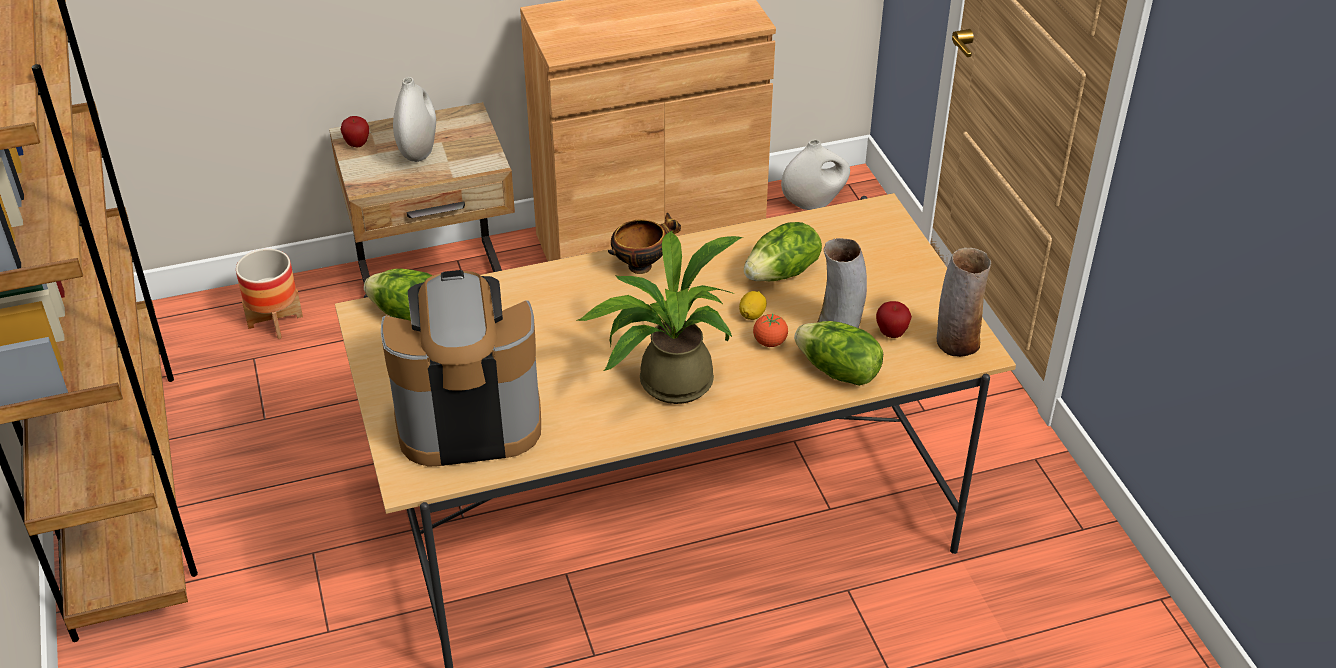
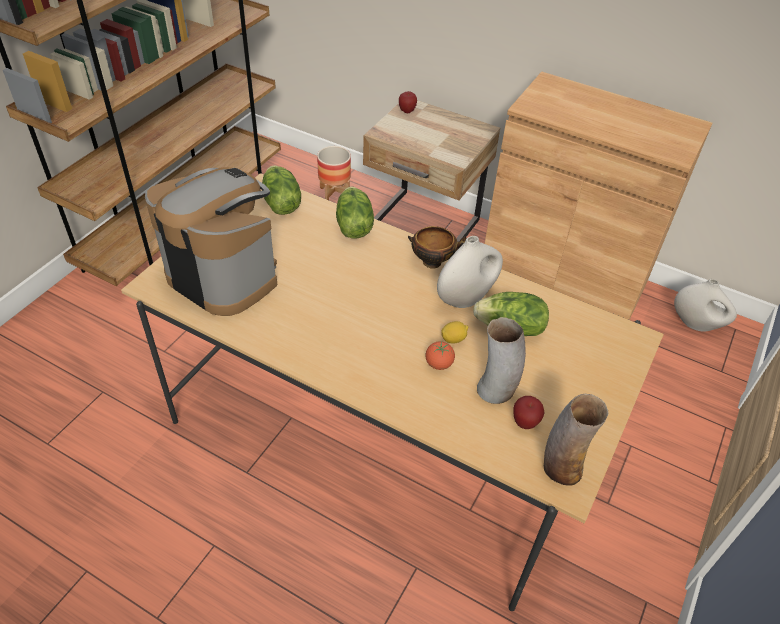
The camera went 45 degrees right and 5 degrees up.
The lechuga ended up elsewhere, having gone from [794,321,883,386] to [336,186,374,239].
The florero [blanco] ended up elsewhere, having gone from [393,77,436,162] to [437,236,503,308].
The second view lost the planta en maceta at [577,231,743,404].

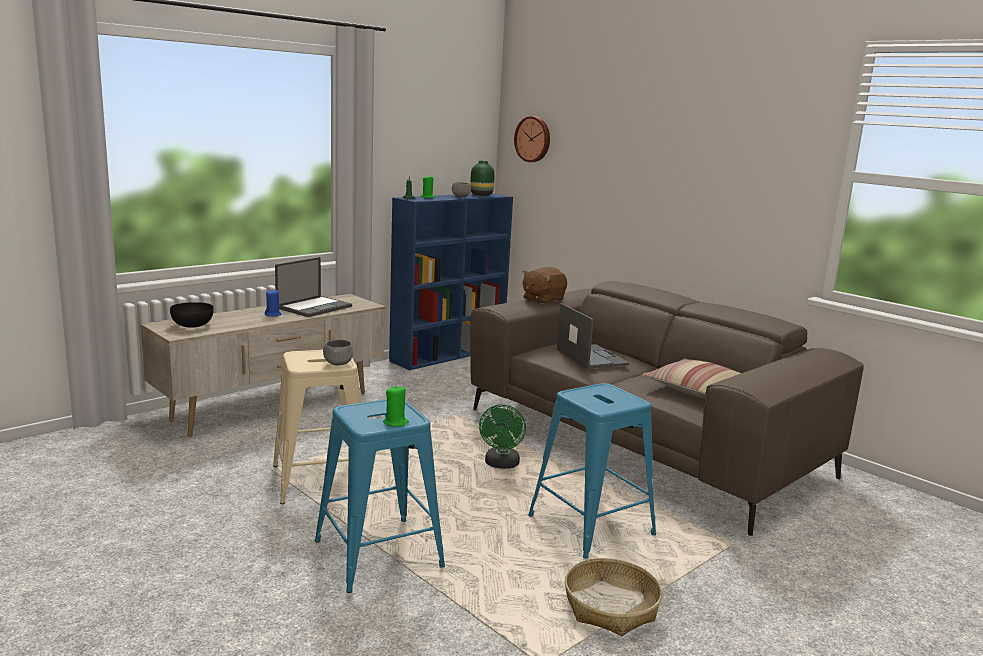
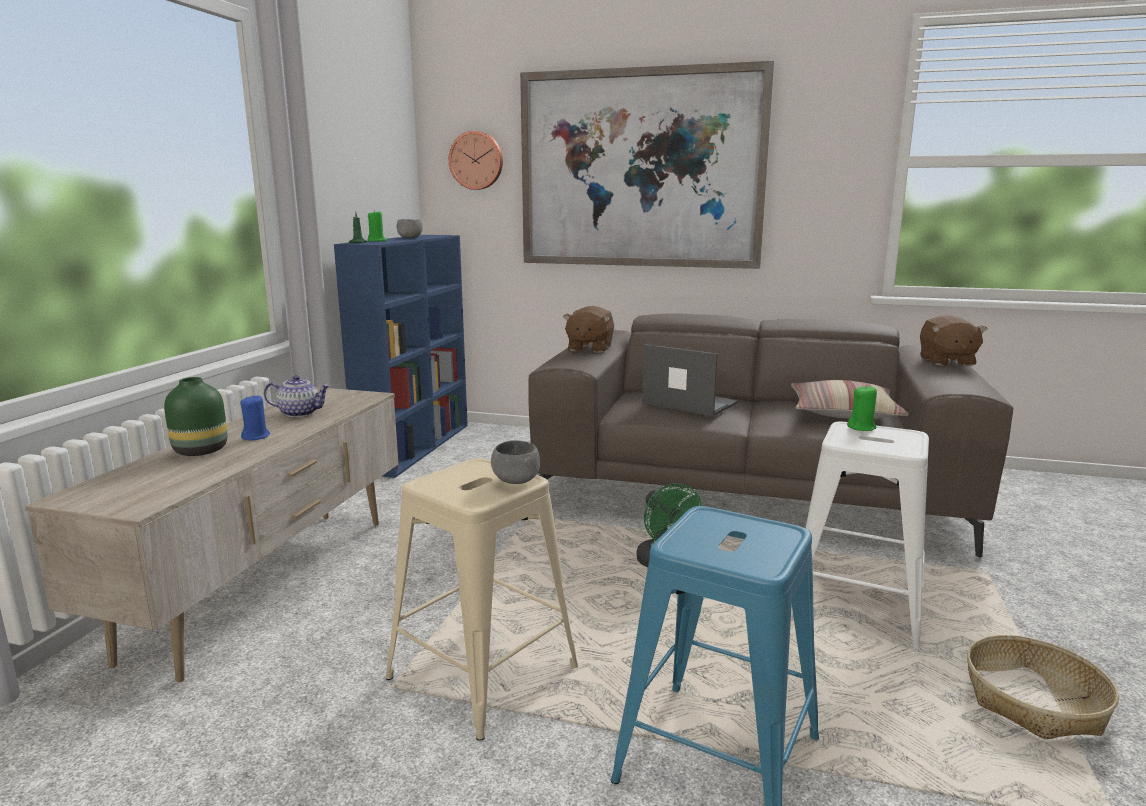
The camera went 30 degrees left and 0 degrees up.
The florero [verde] ended up elsewhere, having gone from [470,161,495,196] to [164,377,228,456].
Where the portátil stood at [275,257,352,317], the tetera came to stand at [264,375,330,417].
The second view gained the cuadro at [520,61,774,269].
What was the taburete [azul] at [528,383,656,559] turned into the taburete [blanco] at [791,422,929,649].
The vela [verde] ended up elsewhere, having gone from [383,385,409,427] to [847,385,877,431].
The second view gained the peluche [marrón] at [920,315,987,366].
The second view lost the cuenco [negro] at [170,302,214,328].

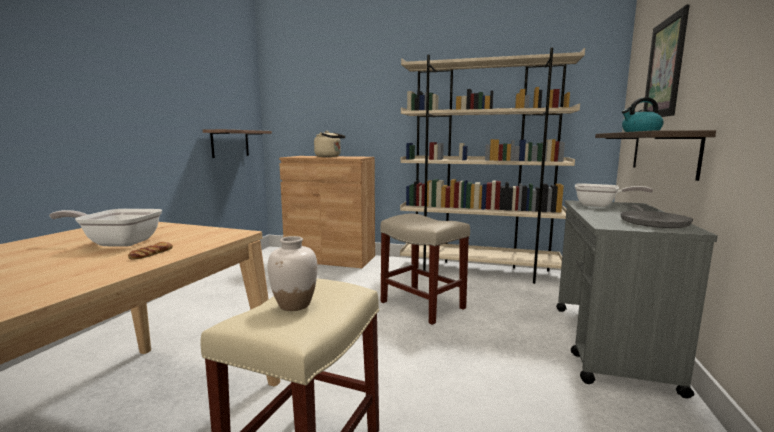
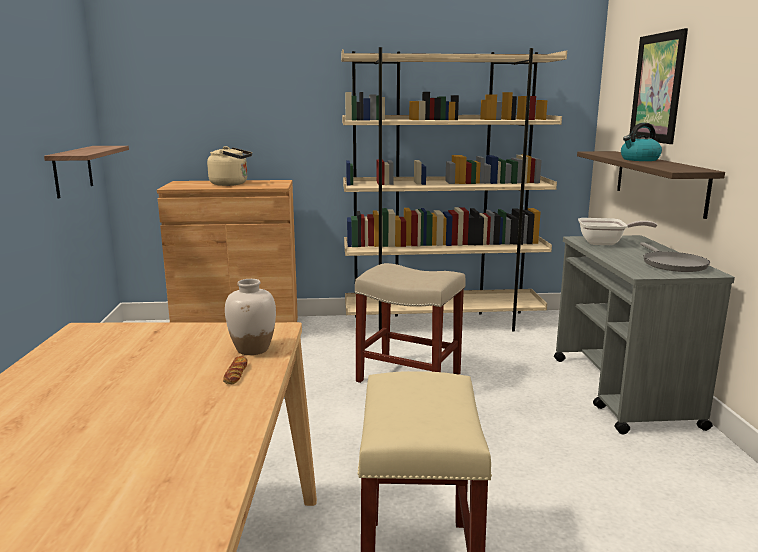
The camera went 20 degrees left and 5 degrees up.
The florero [blanco] ended up elsewhere, having gone from [268,236,318,311] to [225,279,276,355].
The second view lost the sartén at [49,209,162,247].

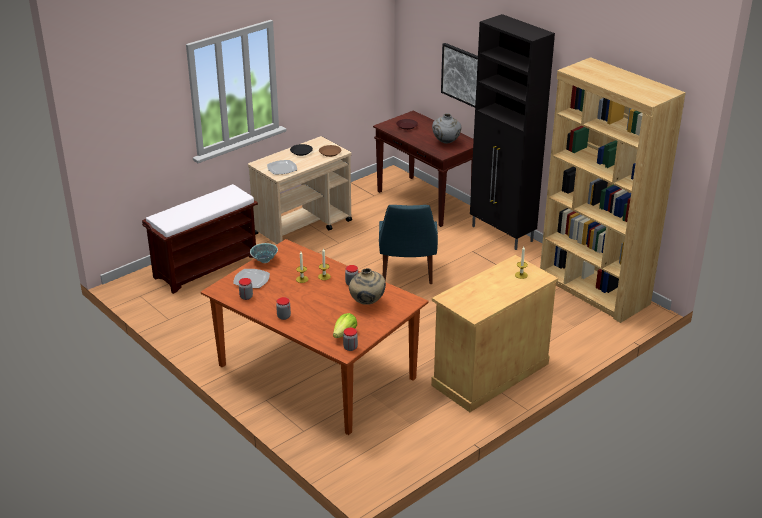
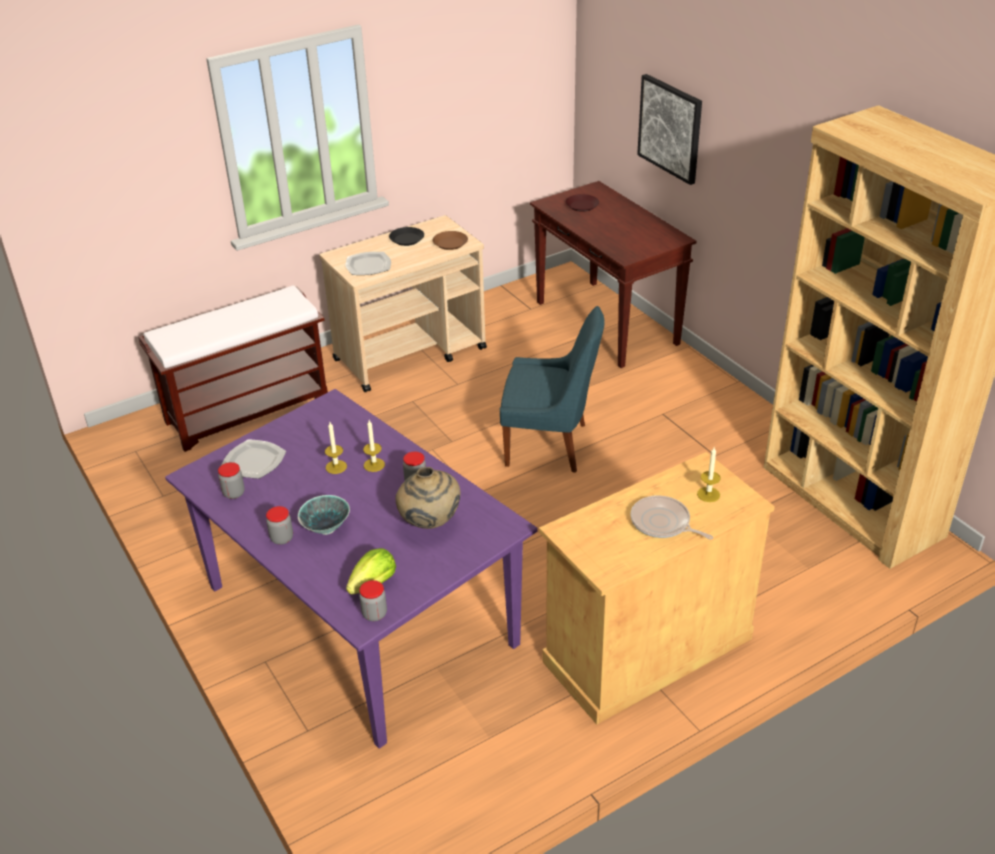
The camera went 10 degrees right and 5 degrees up.
What was the mesa de comedor [marrón] at [201,239,429,435] turned into the mesa de comedor [morado] at [165,389,538,748].
The cuenco ended up elsewhere, having gone from [250,243,278,263] to [298,495,350,535].
The silla [azul] at [379,205,438,284] ended up facing another way, 90 degrees counterclockwise from before.
The second view gained the sartén at [630,495,713,540].
The second view lost the florero [gris] at [432,113,461,144].
The second view lost the armario [negro] at [470,14,555,250].

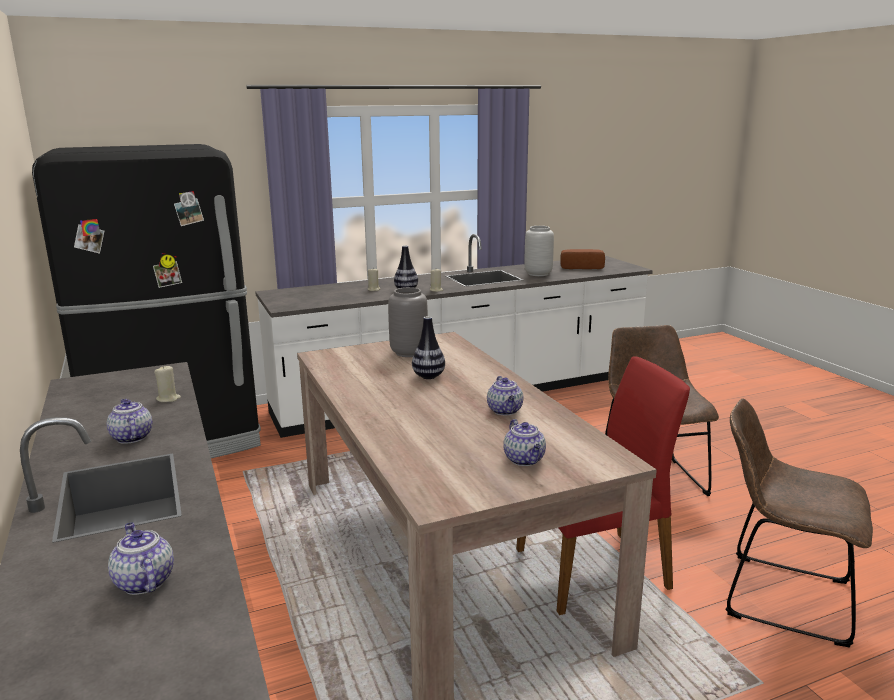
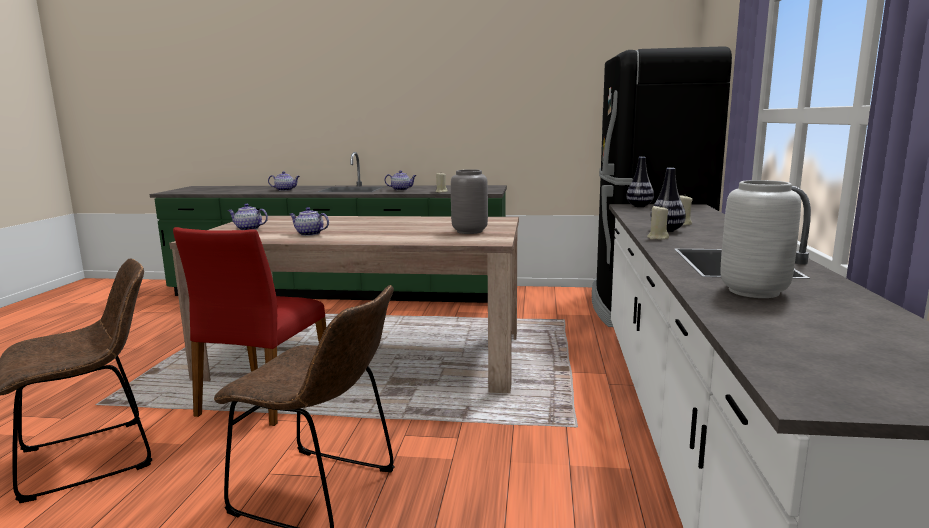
The camera went 120 degrees right and 5 degrees down.
The florero ended up elsewhere, having gone from [412,316,445,379] to [626,157,654,207].
The second view lost the pan at [560,249,605,269].

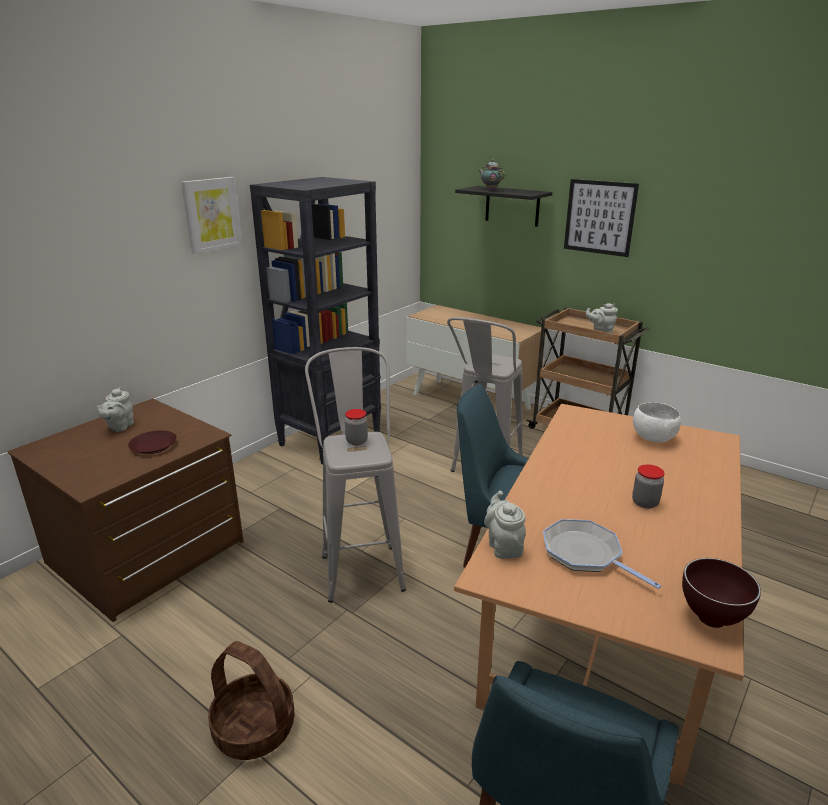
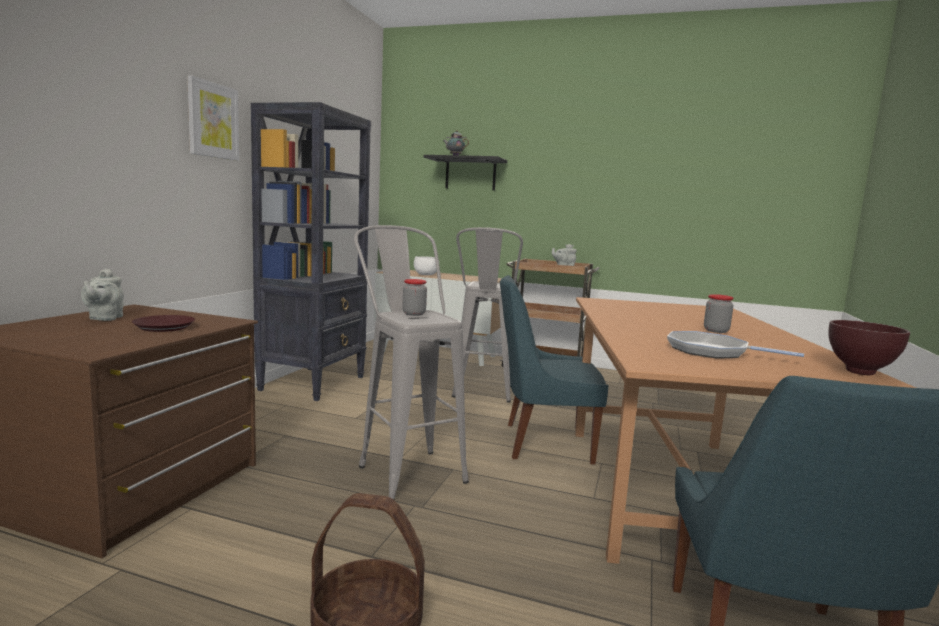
The camera went 20 degrees left and 15 degrees down.
The cuenco [blanco] ended up elsewhere, having gone from [633,402,681,442] to [414,256,437,275].
The second view lost the tetera [gris] at [484,490,526,559].
The second view lost the cuadro at [564,179,639,257].

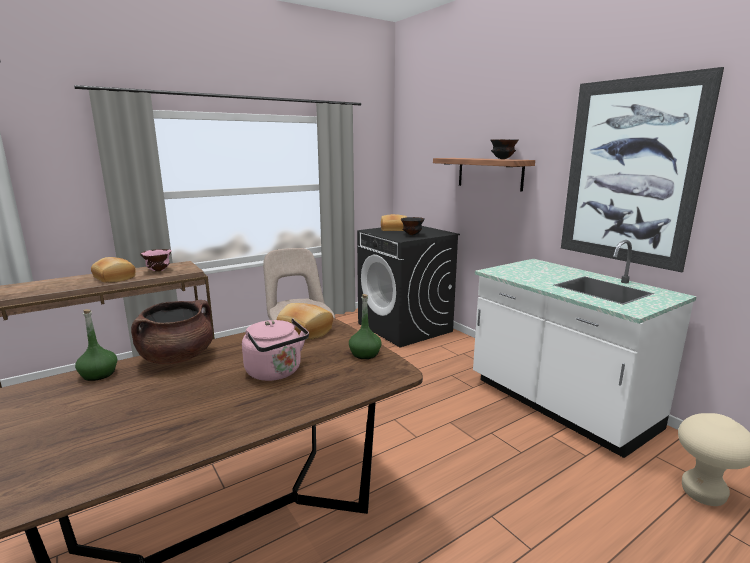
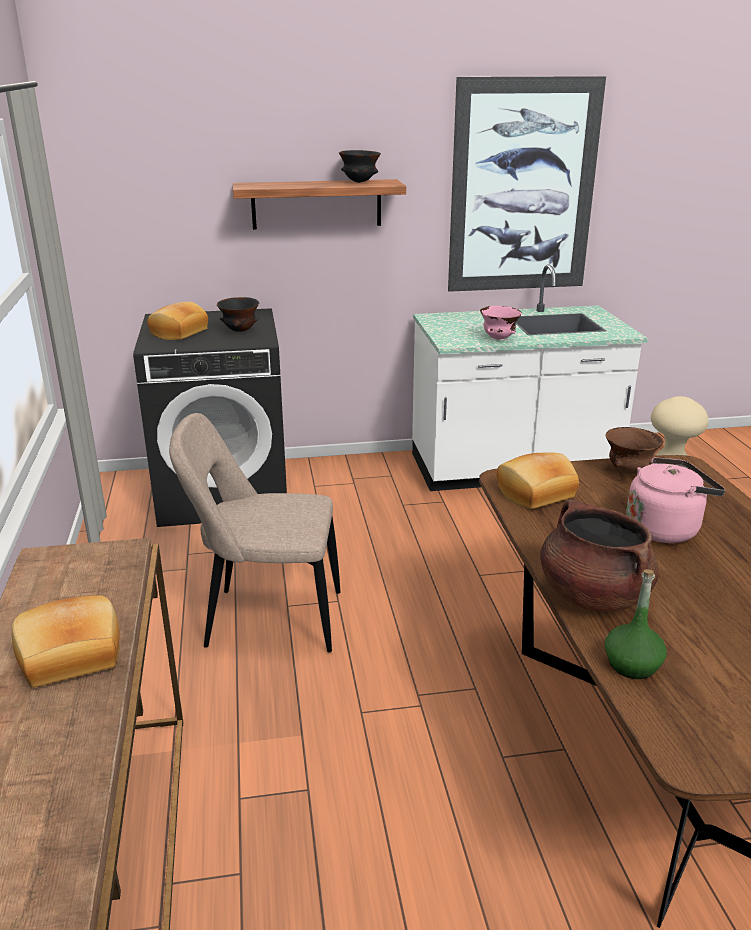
The camera went 65 degrees left and 10 degrees up.
The cuenco [rosa] ended up elsewhere, having gone from [140,249,172,272] to [480,306,522,340].
Where the botella [verde] stood at [349,294,382,359], the cuenco [marrón] came to stand at [606,427,664,474].

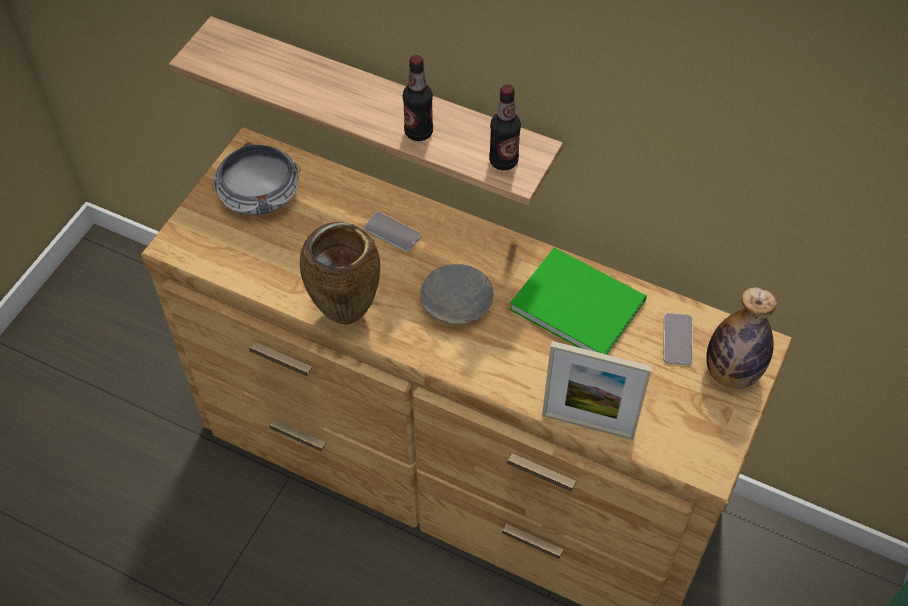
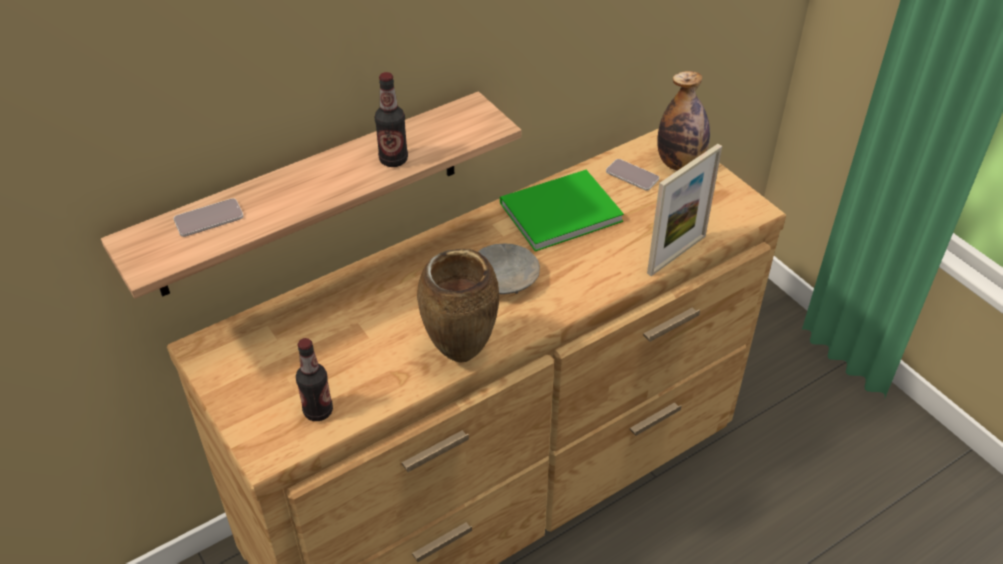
The camera went 60 degrees left and 10 degrees down.
The móvil ended up elsewhere, having gone from [364,212,421,252] to [174,198,243,237].
The botella ended up elsewhere, having gone from [489,85,521,170] to [296,338,333,421].
The second view lost the cuenco at [212,144,301,215].

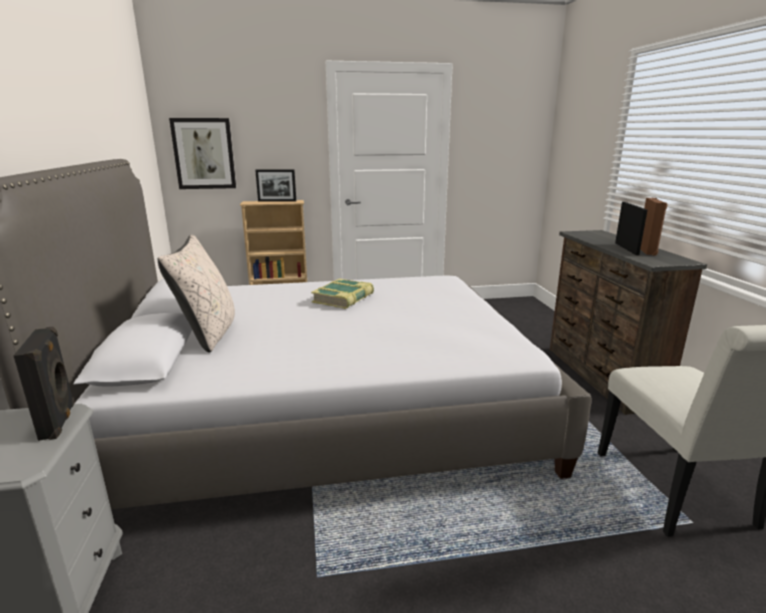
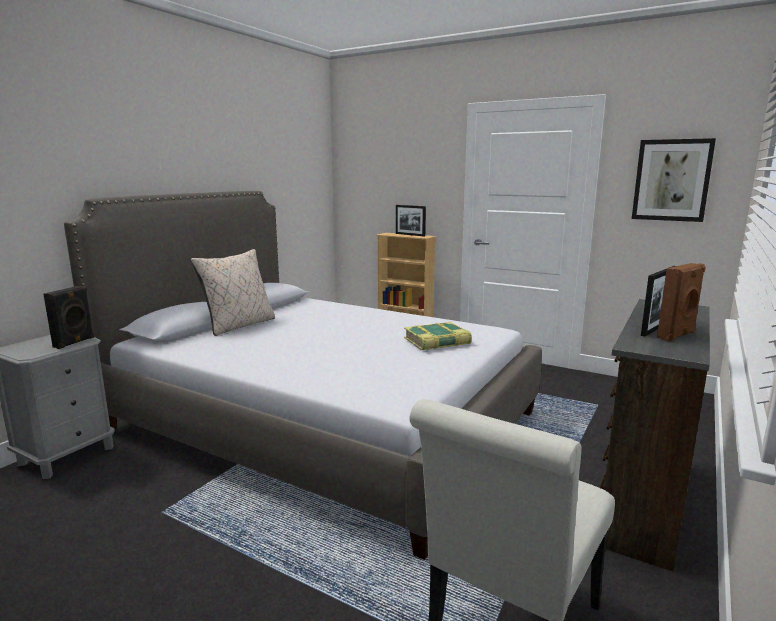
The camera went 40 degrees right and 5 degrees down.
The libro ended up elsewhere, having gone from [311,278,374,309] to [404,322,472,350].
The cuadro ended up elsewhere, having gone from [169,118,236,189] to [632,138,716,222].

